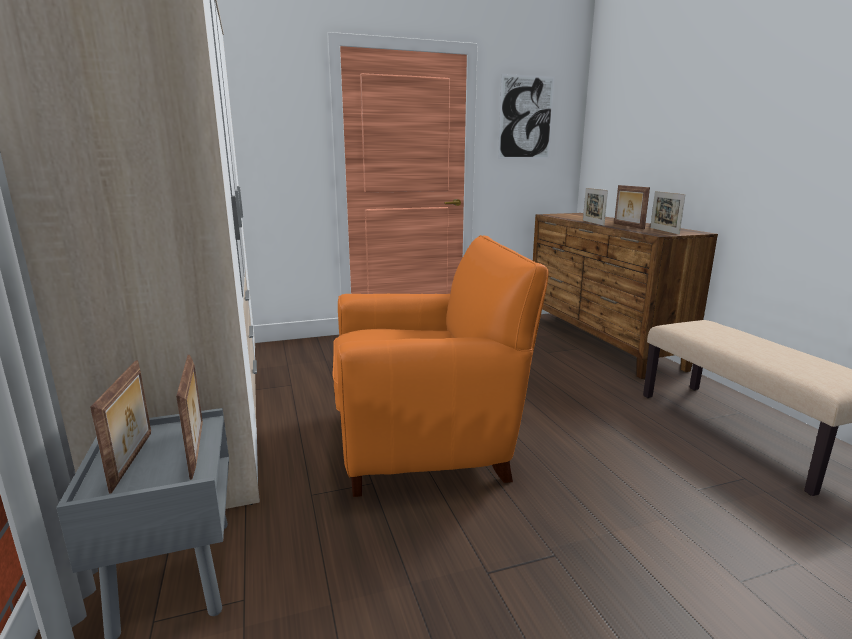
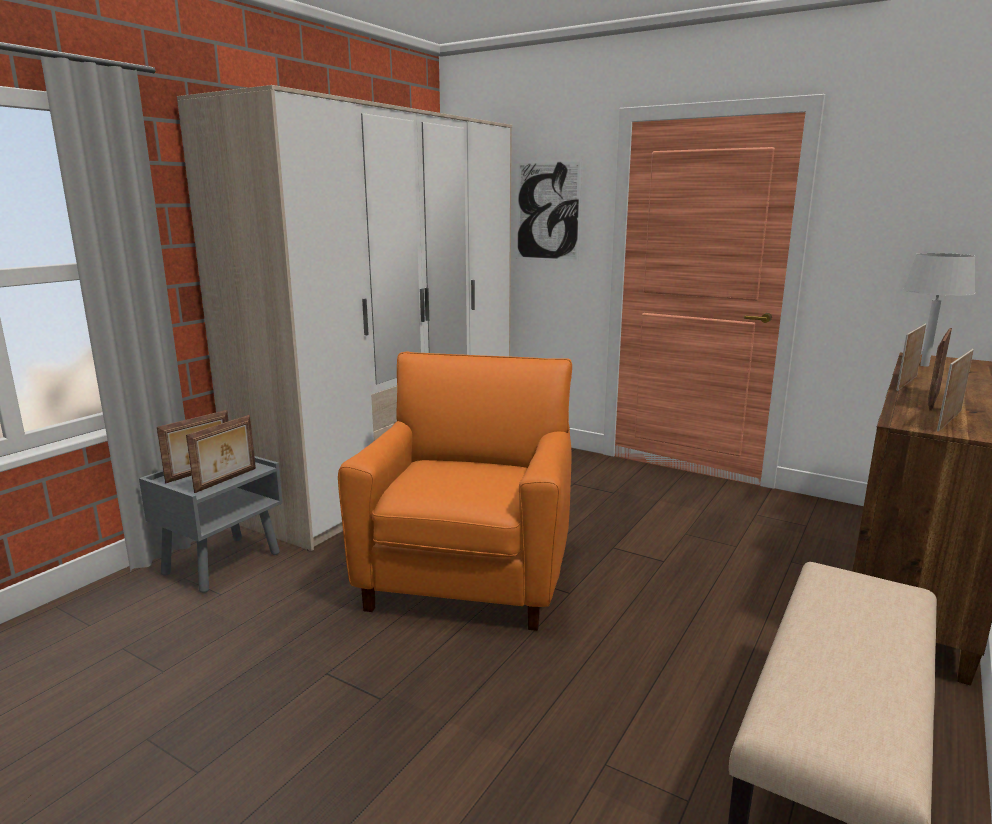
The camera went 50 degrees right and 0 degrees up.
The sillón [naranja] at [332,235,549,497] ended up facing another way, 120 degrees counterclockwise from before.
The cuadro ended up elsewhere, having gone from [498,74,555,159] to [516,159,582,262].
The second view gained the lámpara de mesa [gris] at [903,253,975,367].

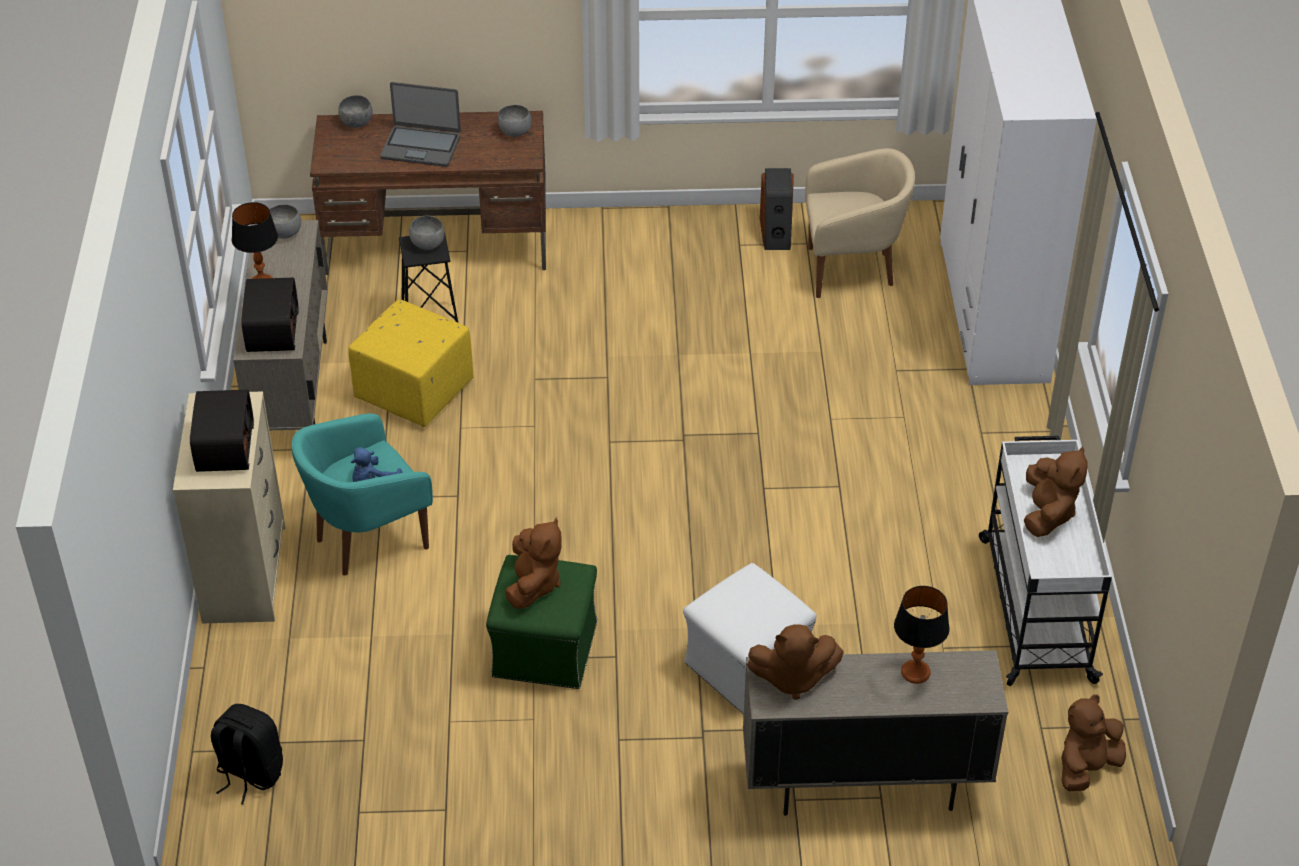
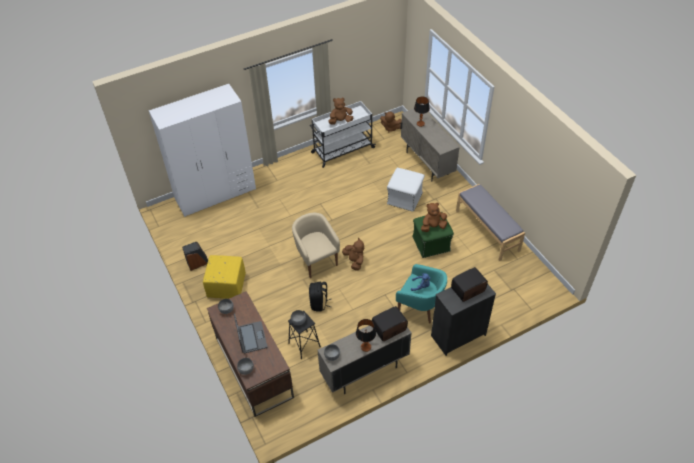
The camera went 115 degrees left and 5 degrees up.
The puf [amarillo] ended up elsewhere, having gone from [348,299,474,427] to [203,255,246,299].
The sillón [beis] ended up elsewhere, having gone from [805,148,915,298] to [292,213,340,278].
The mochila [negro] ended up elsewhere, having gone from [211,704,283,804] to [309,282,331,312].
The peluche [marrón] ended up elsewhere, having gone from [747,624,844,700] to [342,238,364,271].
What was the cómoda [beis] at [173,392,286,623] turned into the cómoda [negro] at [431,284,496,356].
The second view gained the banco [gris] at [456,184,525,261].

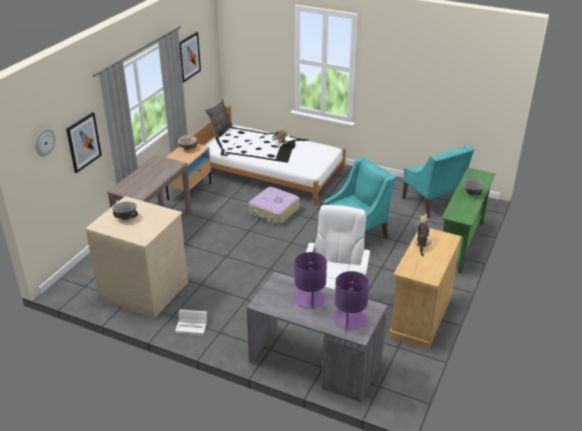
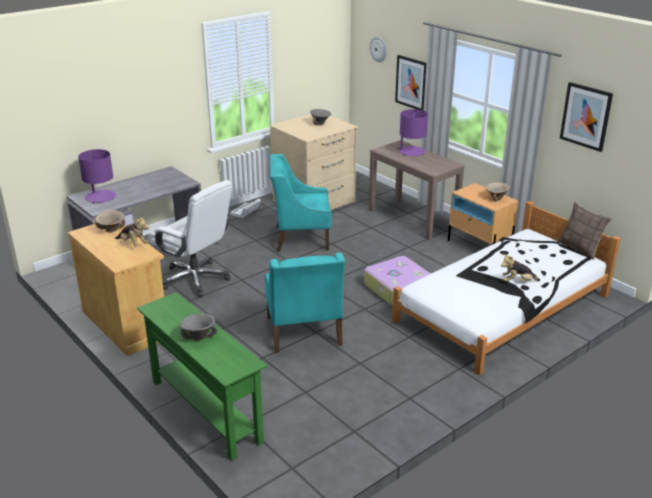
The camera went 115 degrees right and 5 degrees down.
The second view gained the cuenco [beis] at [95,210,126,233].
The sillón [turquesa] ended up elsewhere, having gone from [402,145,474,218] to [270,154,332,252].
The lámpara de mesa [morado] ended up elsewhere, having gone from [294,252,327,309] to [396,109,428,157].

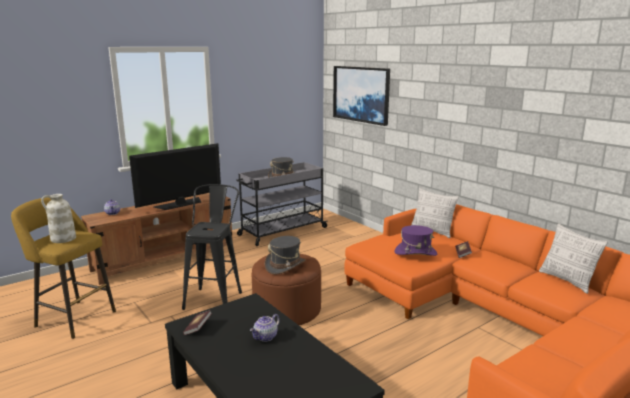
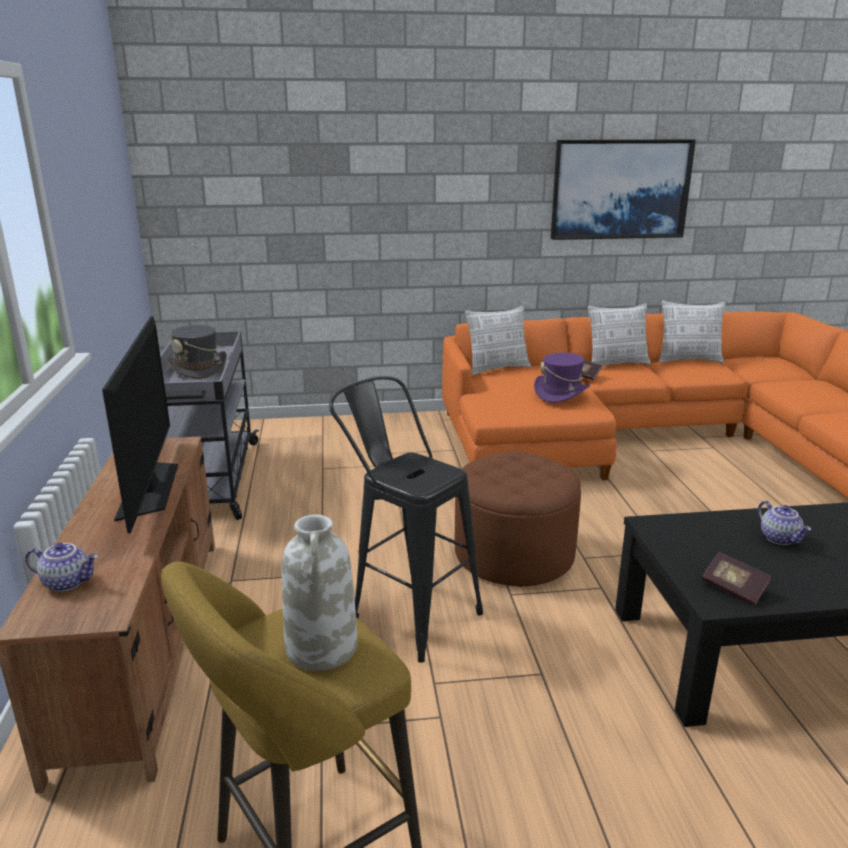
The camera went 60 degrees left and 5 degrees up.
The cuadro ended up elsewhere, having gone from [333,66,390,126] to [551,139,696,240].
The second view gained the cojín at [588,303,651,367].
The second view lost the sombrero [gris] at [265,236,306,275].

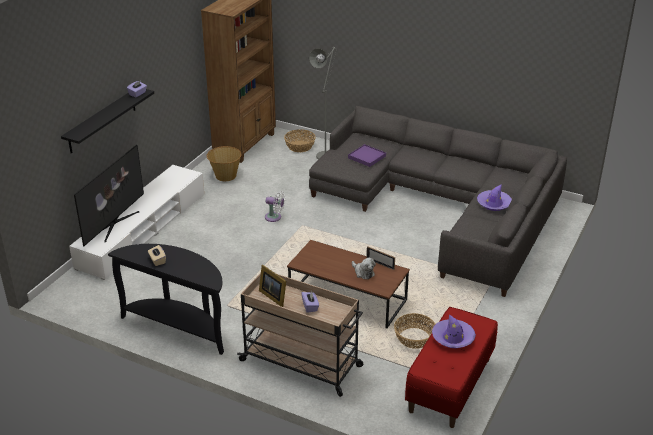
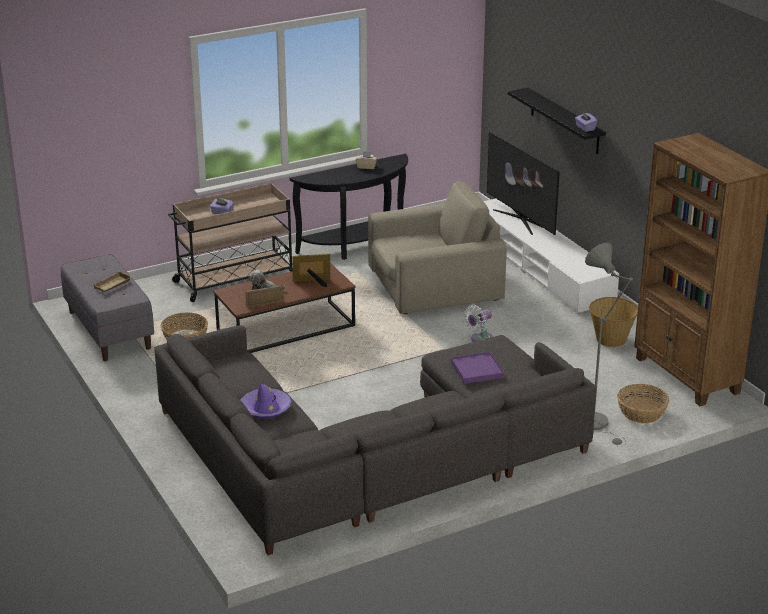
The camera went 125 degrees right and 5 degrees down.
What was the banco [rojo] at [405,307,498,428] turned into the banco [gris] at [61,254,154,361].
Where the sombrero [morado] stood at [432,314,476,348], the bandeja [beis] came to stand at [92,271,132,292].
The portarretratos ended up elsewhere, having gone from [259,265,286,307] to [292,254,330,287].
The second view gained the sillón [beis] at [368,181,507,314].

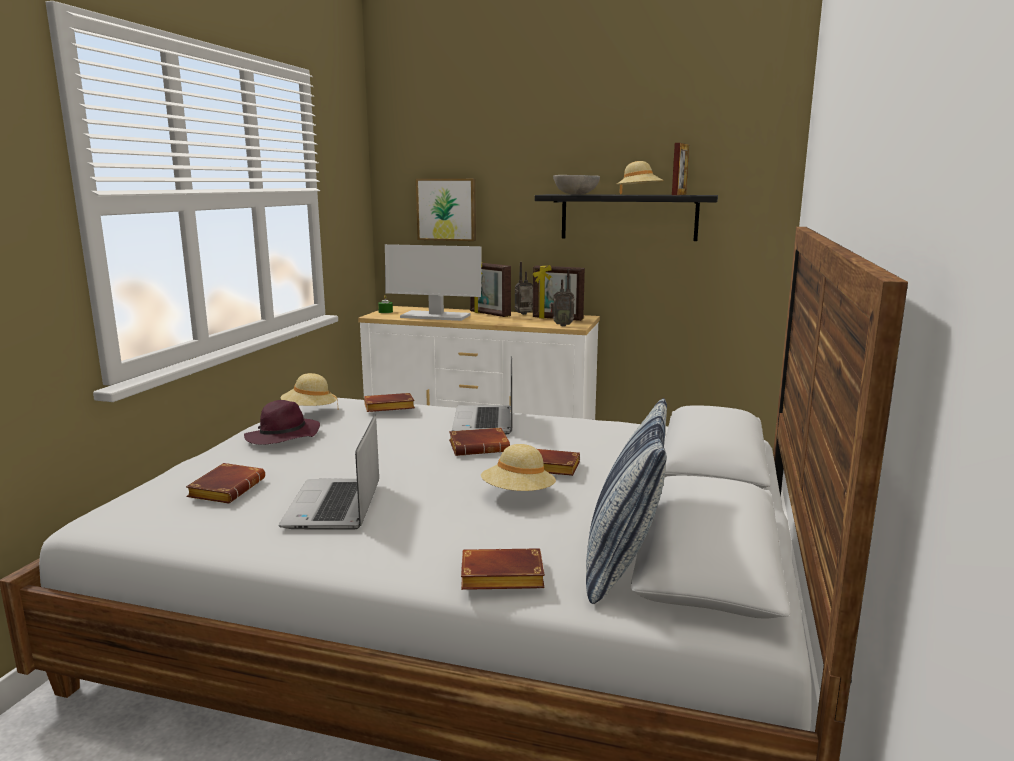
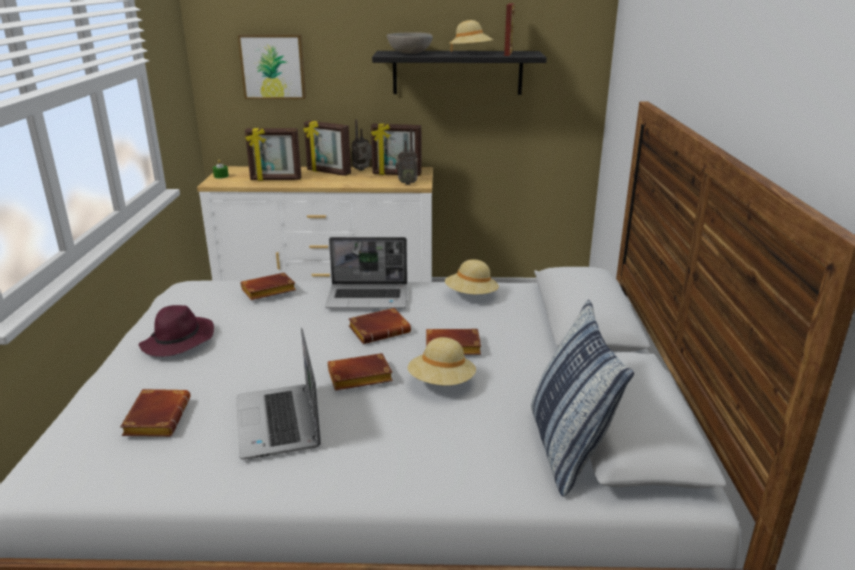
The camera went 15 degrees left and 10 degrees up.
Where the monitor stood at [385,244,482,321], the portarretratos came to stand at [245,128,301,181].
The portátil at [452,356,513,435] ended up facing another way, 75 degrees counterclockwise from before.
The libro [marrón] ended up elsewhere, having gone from [461,548,545,590] to [328,353,393,391].
The sombrero [beis] ended up elsewhere, having gone from [281,373,338,406] to [445,259,499,294].

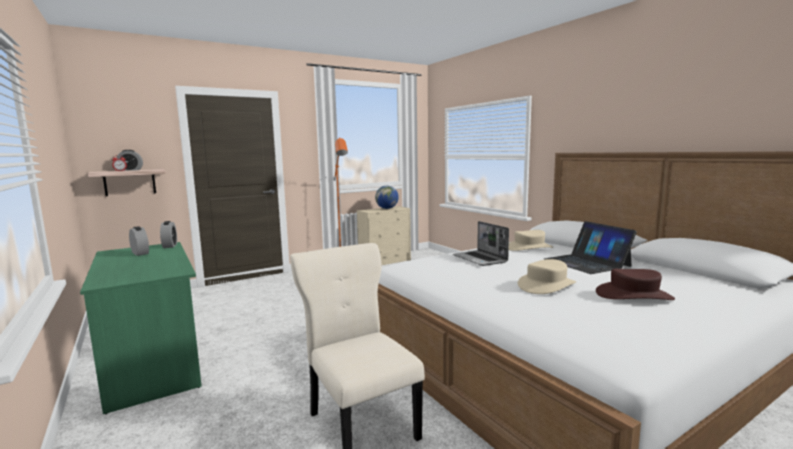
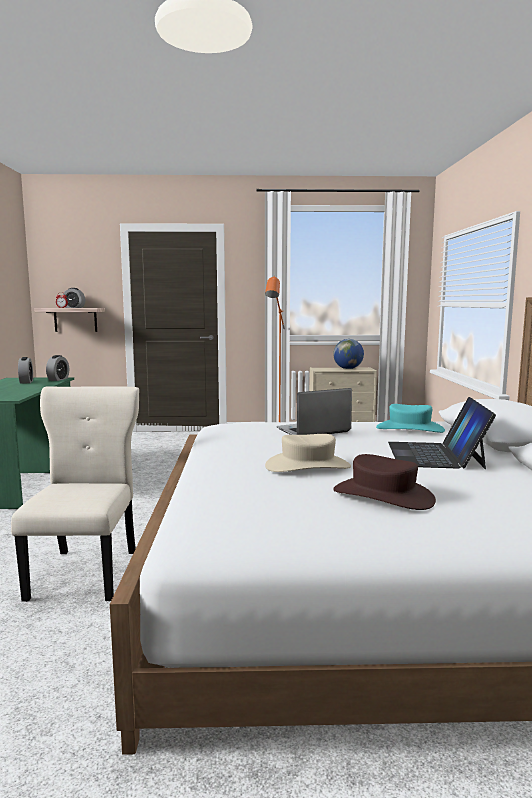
The camera went 30 degrees right and 0 degrees up.
The portátil at [453,221,509,266] ended up facing another way, 60 degrees clockwise from before.
What was the sombrero [beis] at [509,230,553,251] turned into the sombrero [turquesa] at [376,404,445,433].

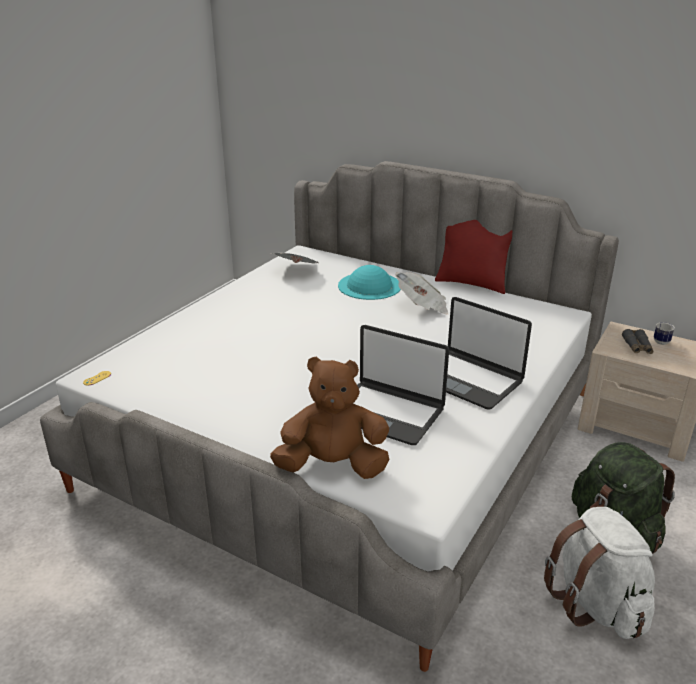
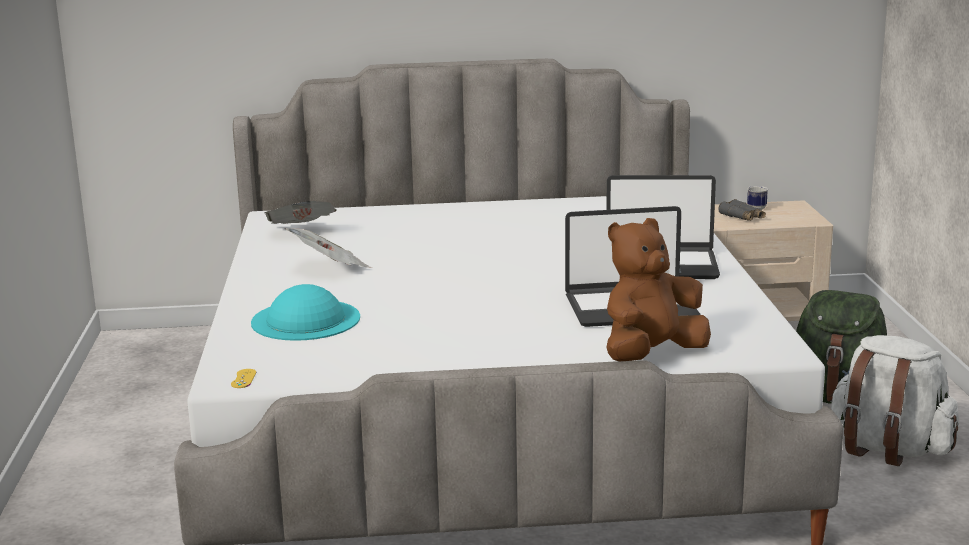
The camera went 35 degrees left and 10 degrees down.
The sombrero [turquesa] ended up elsewhere, having gone from [338,265,401,300] to [251,284,360,341].
The periódico ended up elsewhere, having gone from [395,272,448,314] to [284,228,372,268].
The second view lost the cojín [rojo] at [435,220,512,294].

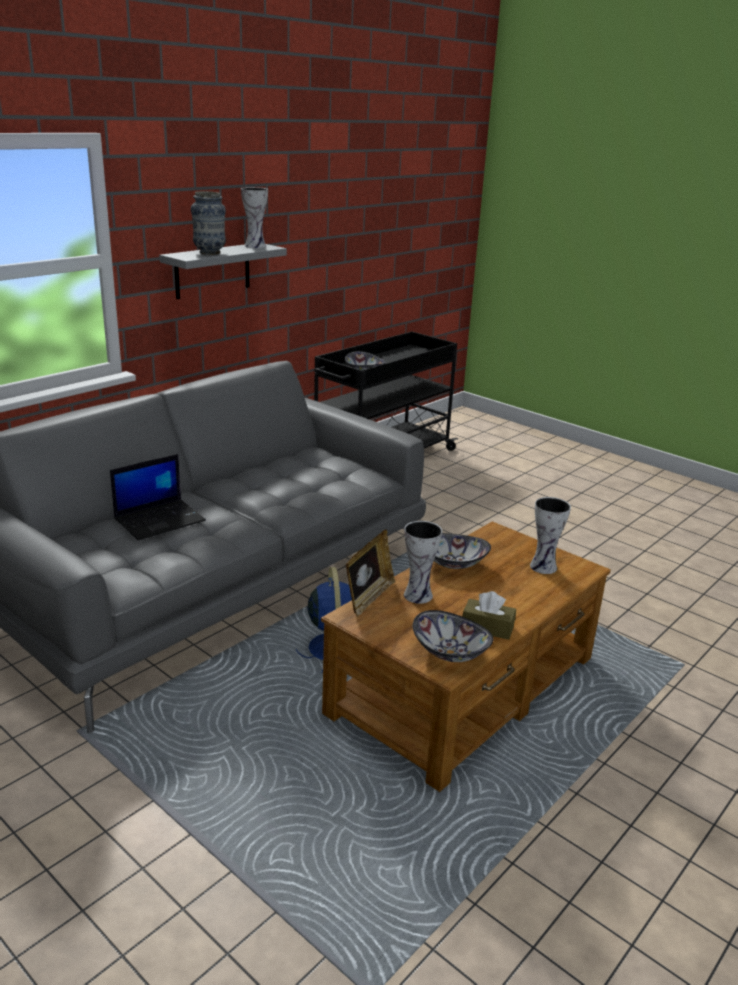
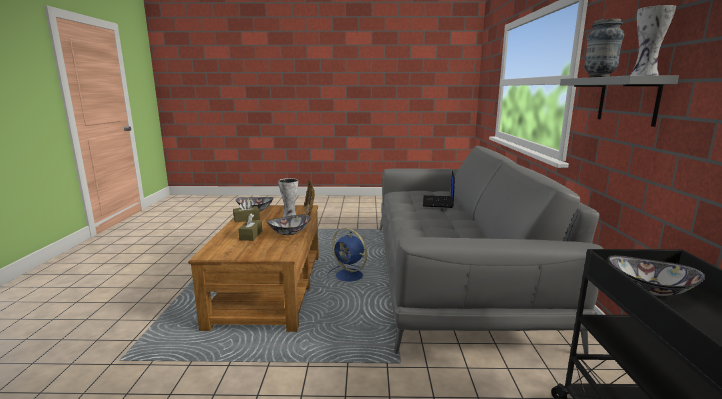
The camera went 140 degrees right and 10 degrees down.
The second view gained the caja de pañuelos [marrón] at [238,213,262,241].
The second view lost the florero at [530,497,571,574].

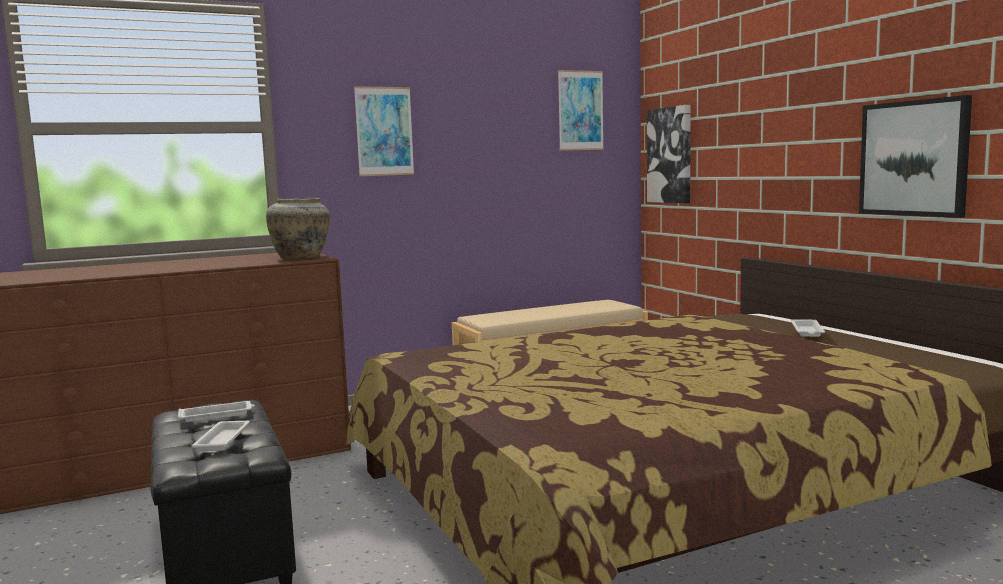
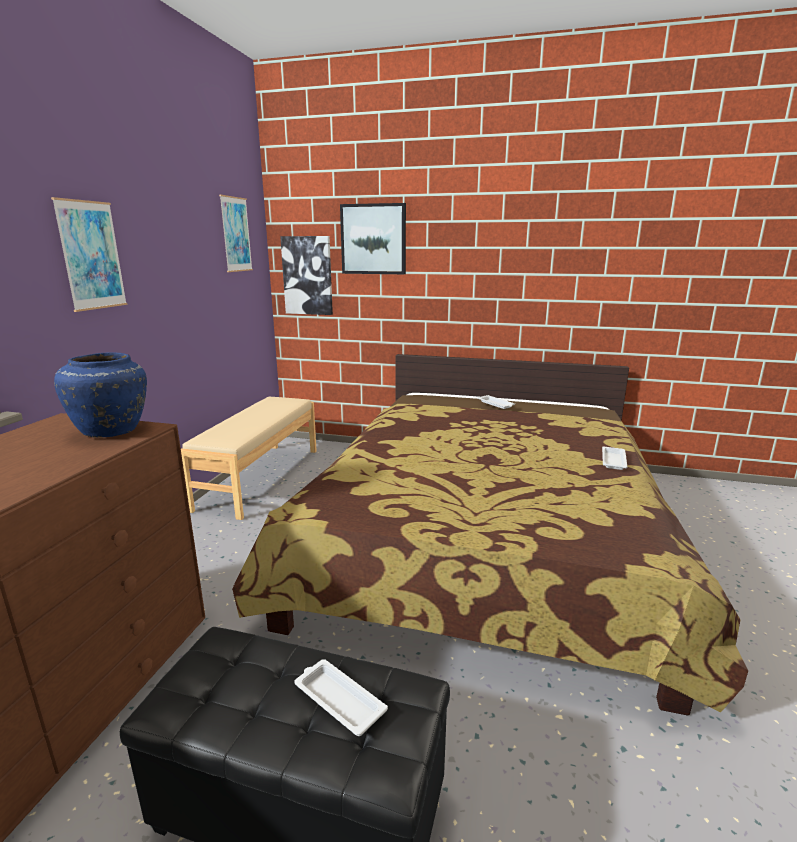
The camera went 50 degrees left and 10 degrees up.
What was the florero [beis] at [266,198,330,259] turned into the florero [azul] at [54,353,147,438].
The cuadro ended up elsewhere, having gone from [859,95,972,218] to [340,203,406,274].
The bandeja [blanco] ended up elsewhere, having gone from [178,401,255,422] to [602,447,628,470].

